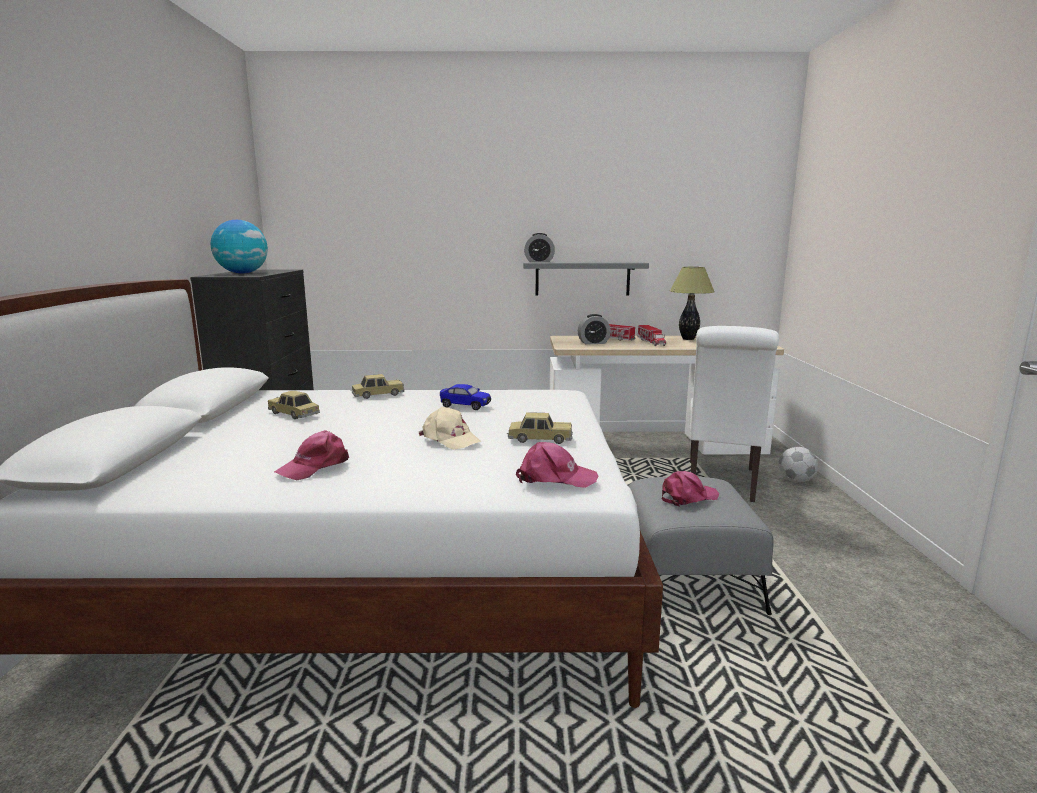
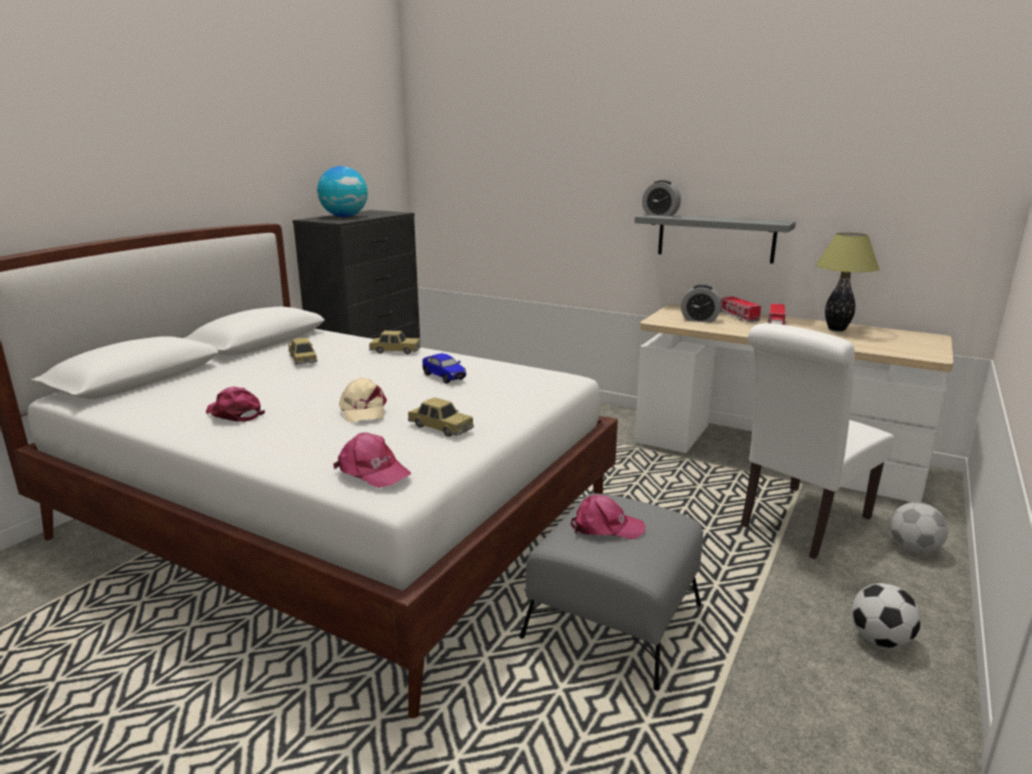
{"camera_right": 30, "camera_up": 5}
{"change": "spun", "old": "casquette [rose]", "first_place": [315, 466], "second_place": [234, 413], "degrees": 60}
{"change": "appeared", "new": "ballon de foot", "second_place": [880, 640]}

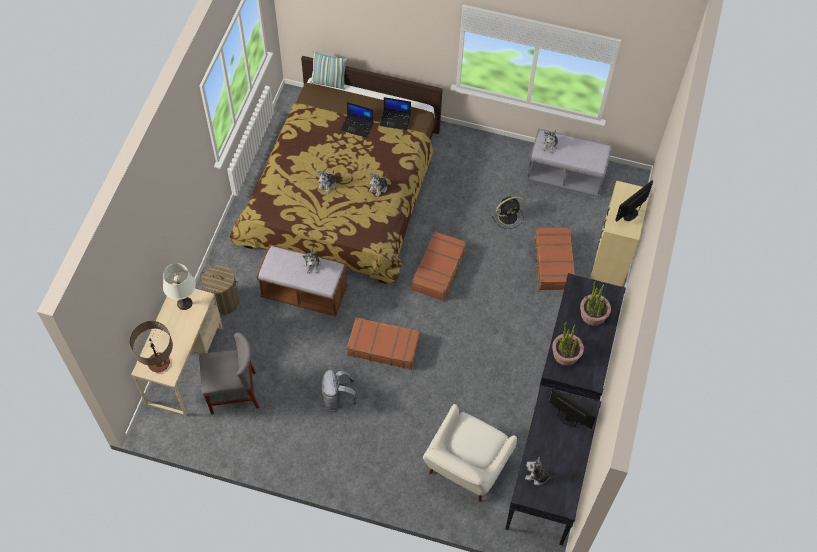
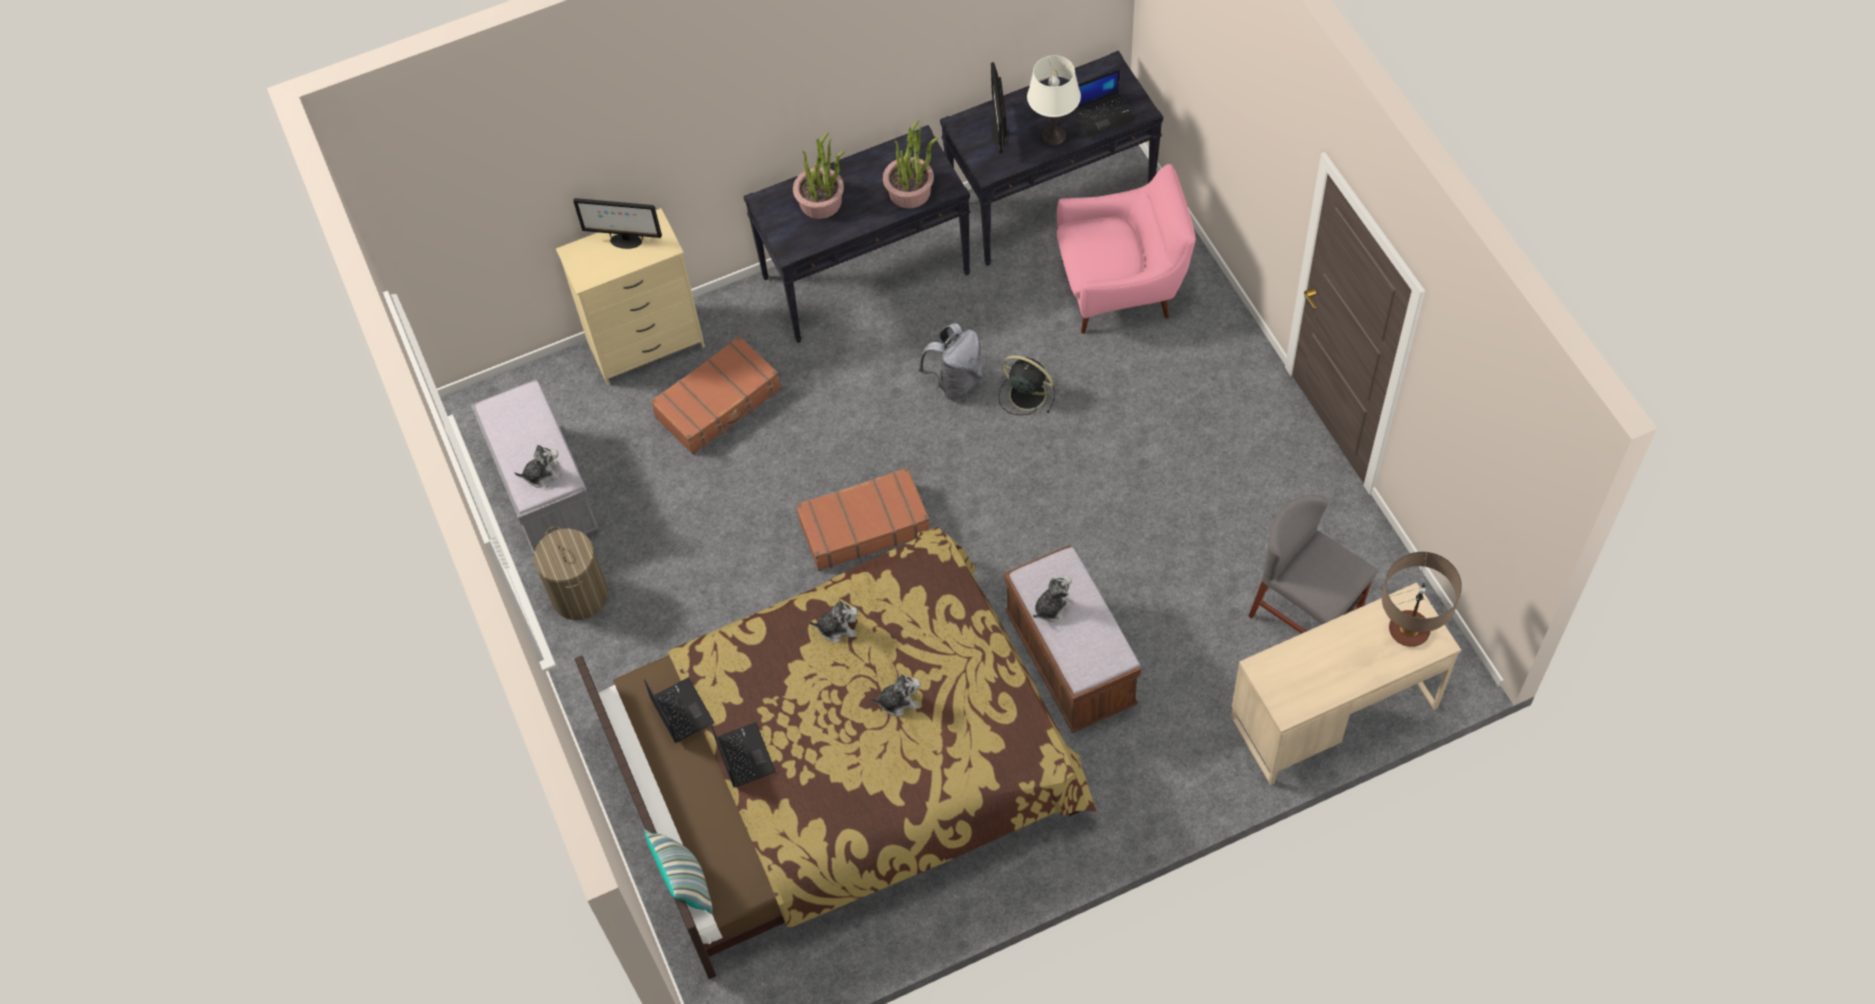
{"camera_right": -125, "camera_up": 0}
{"change": "relocated", "old": "lampe de table [blanc]", "first_place": [184, 303], "second_place": [1053, 135]}
{"change": "relocated", "old": "panier à linge", "first_place": [224, 301], "second_place": [579, 595]}
{"change": "relocated", "old": "sac à dos [gris]", "first_place": [338, 399], "second_place": [956, 382]}
{"change": "missing", "old": "valise [marron]", "first_place": [383, 346]}
{"change": "colour", "old": "fauteuil [blanc]", "new": "fauteuil [rose]", "first_place": [465, 468], "second_place": [1121, 287]}
{"change": "relocated", "old": "ventilateur [noir]", "first_place": [509, 216], "second_place": [1026, 394]}
{"change": "exchanged", "old": "peluche", "new": "ordinateur portable", "first_place": [537, 476], "second_place": [1104, 114]}

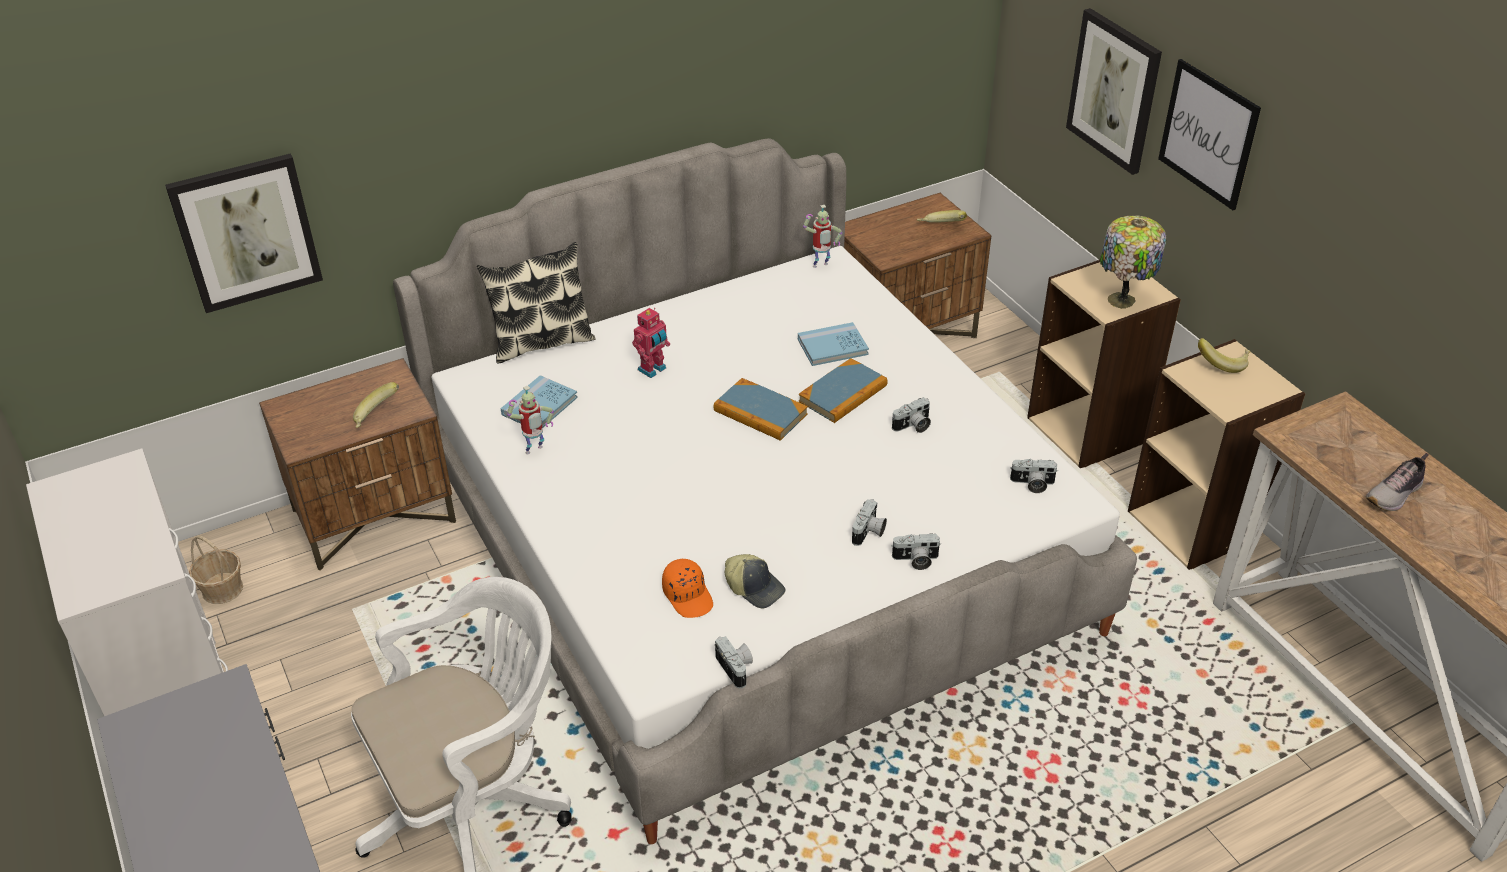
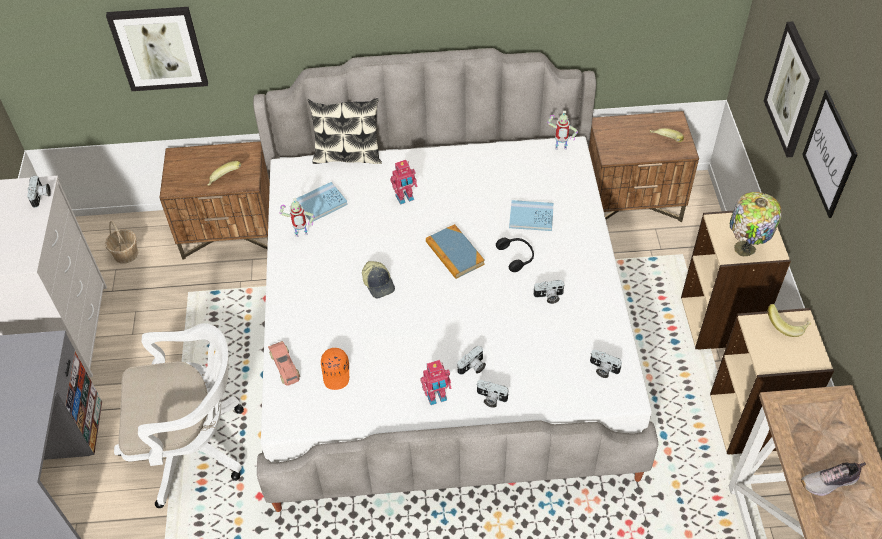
{"camera_right": 25, "camera_up": 10}
{"change": "relocated", "old": "appareil photo", "first_place": [737, 668], "second_place": [41, 196]}
{"change": "relocated", "old": "casquette", "first_place": [755, 587], "second_place": [379, 283]}
{"change": "exchanged", "old": "livre", "new": "casque audio [noir]", "first_place": [843, 394], "second_place": [517, 256]}
{"change": "appeared", "new": "petite voiture", "second_place": [285, 366]}
{"change": "appeared", "new": "robot jouet", "second_place": [436, 397]}

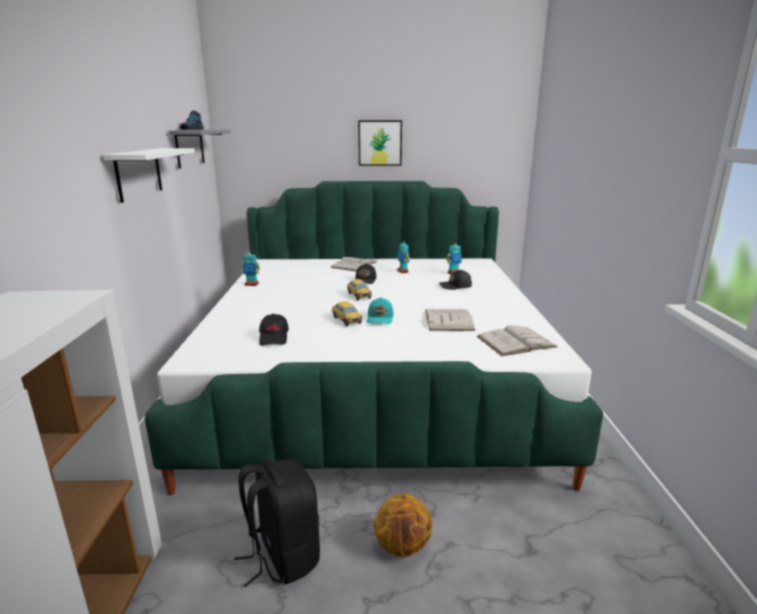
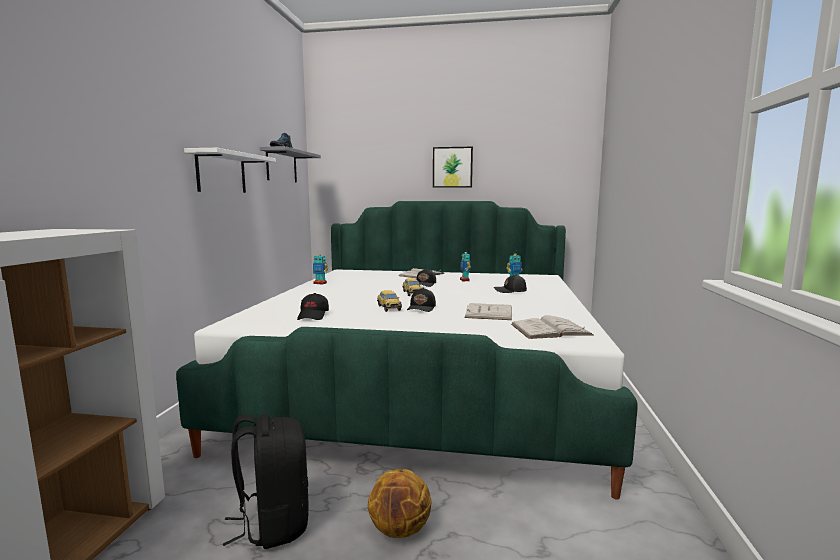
{"camera_right": 10, "camera_up": -10}
{"change": "colour", "old": "casquette [turquoise]", "new": "casquette [noir]", "first_place": [380, 318], "second_place": [422, 308]}

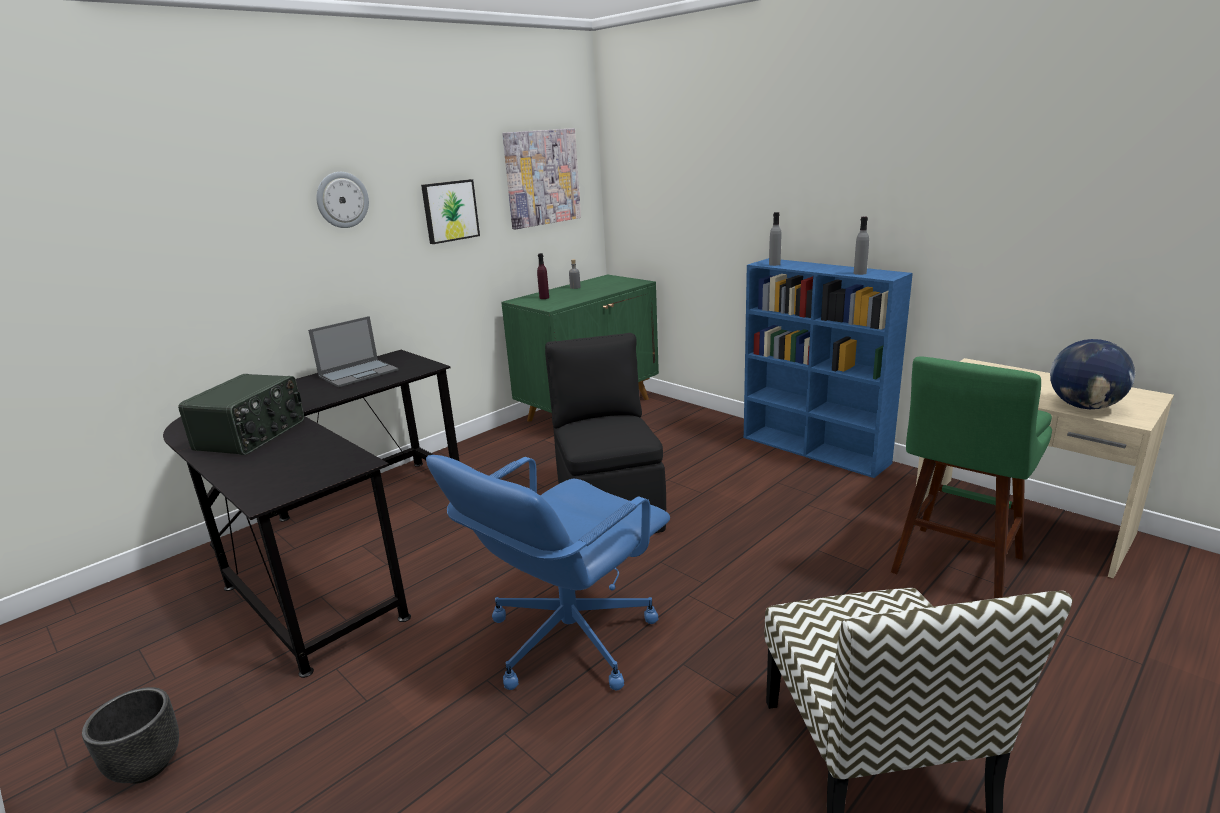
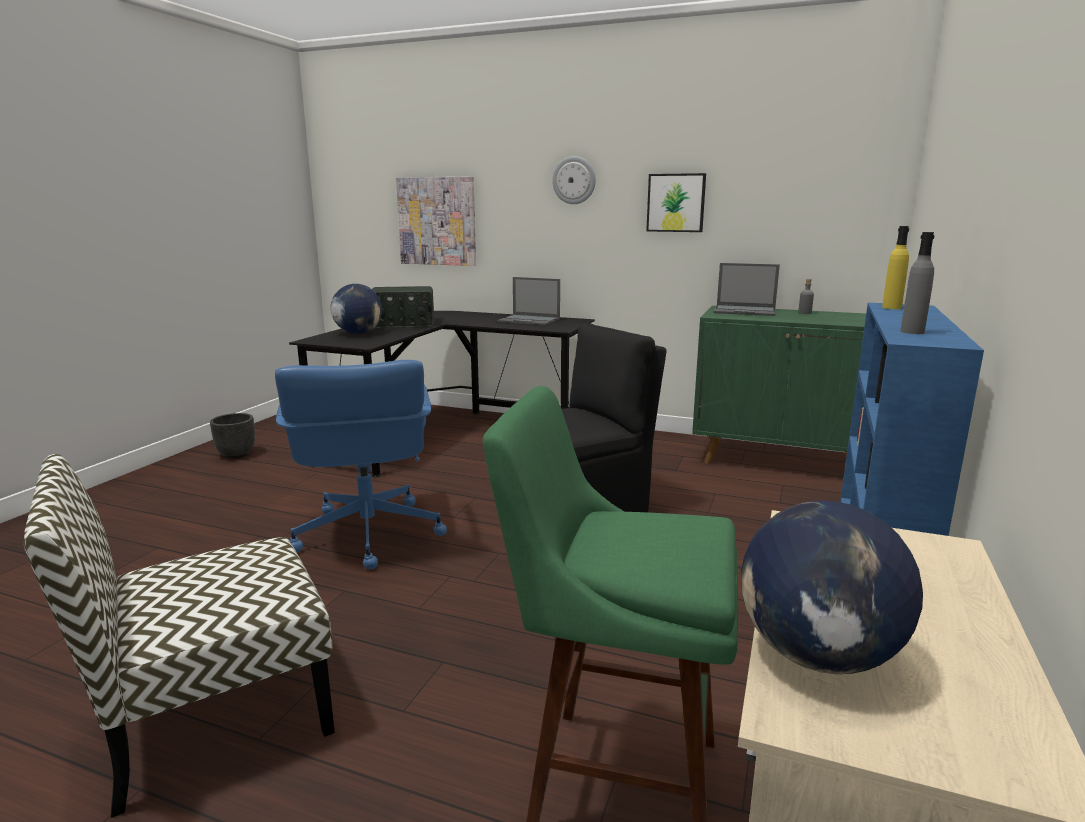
{"camera_right": 65, "camera_up": -5}
{"change": "spun", "old": "chaise de bureau [bleu]", "first_place": [568, 638], "second_place": [367, 535], "degrees": -120}
{"change": "relocated", "old": "tableau", "first_place": [542, 177], "second_place": [437, 221]}
{"change": "exchanged", "old": "bouteille [violet]", "new": "ordinateur portable", "first_place": [544, 298], "second_place": [745, 311]}
{"change": "colour", "old": "bouteille [gris]", "new": "bouteille [jaune]", "first_place": [774, 264], "second_place": [891, 307]}
{"change": "appeared", "new": "globe", "second_place": [358, 333]}

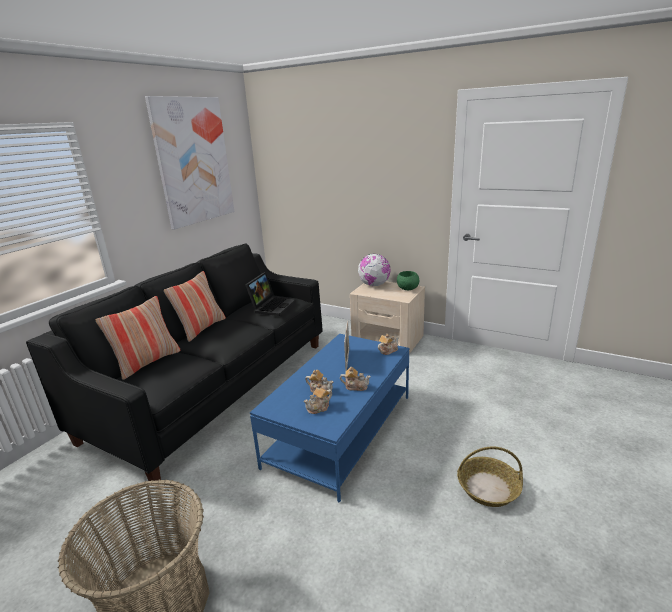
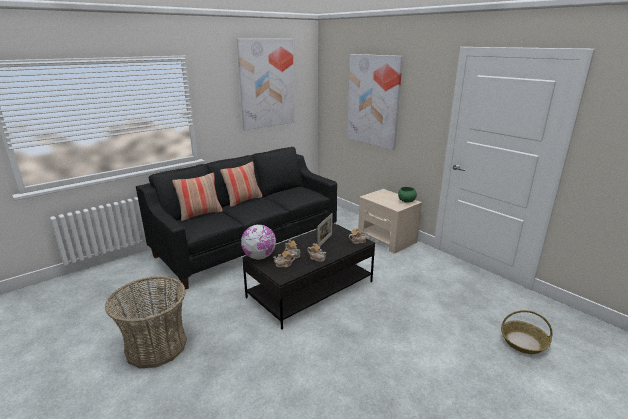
{"camera_right": 20, "camera_up": 0}
{"change": "missing", "old": "ordinateur portable", "first_place": [272, 306]}
{"change": "colour", "old": "table basse [bleu]", "new": "table basse [noir]", "first_place": [340, 430], "second_place": [311, 289]}
{"change": "relocated", "old": "globe", "first_place": [374, 285], "second_place": [259, 257]}
{"change": "relocated", "old": "panier", "first_place": [487, 488], "second_place": [522, 342]}
{"change": "appeared", "new": "tableau", "second_place": [373, 101]}

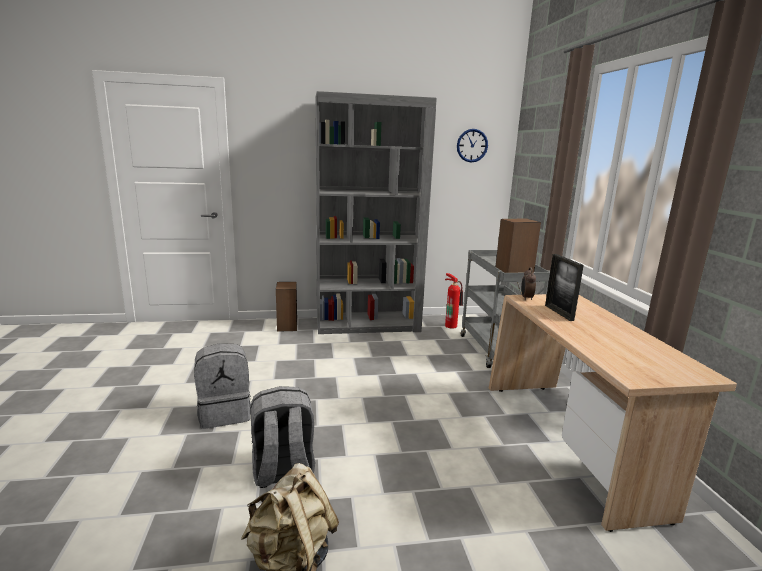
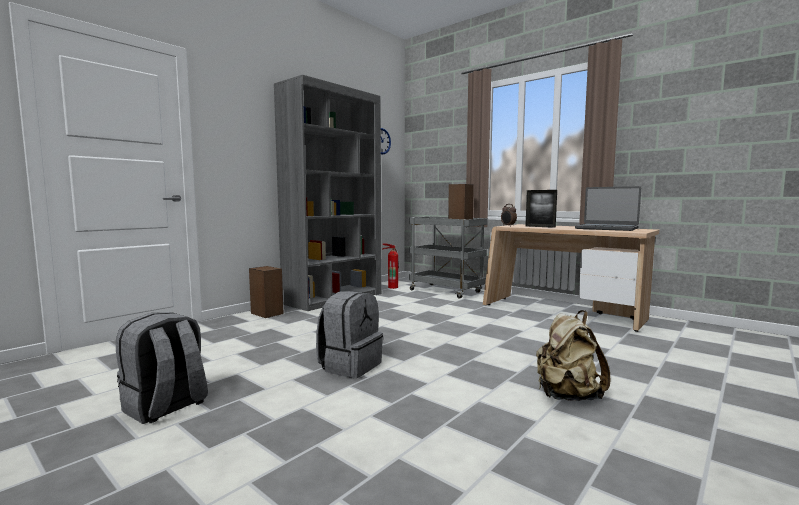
{"camera_right": -40, "camera_up": -10}
{"change": "relocated", "old": "sac à dos [gris]", "first_place": [283, 472], "second_place": [166, 407]}
{"change": "appeared", "new": "ordinateur portable", "second_place": [606, 228]}

